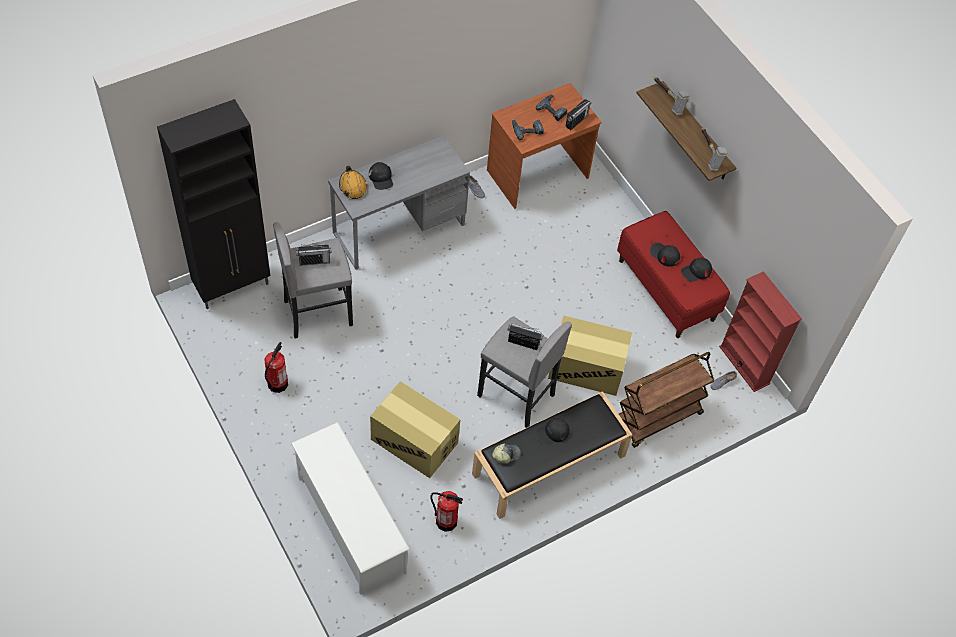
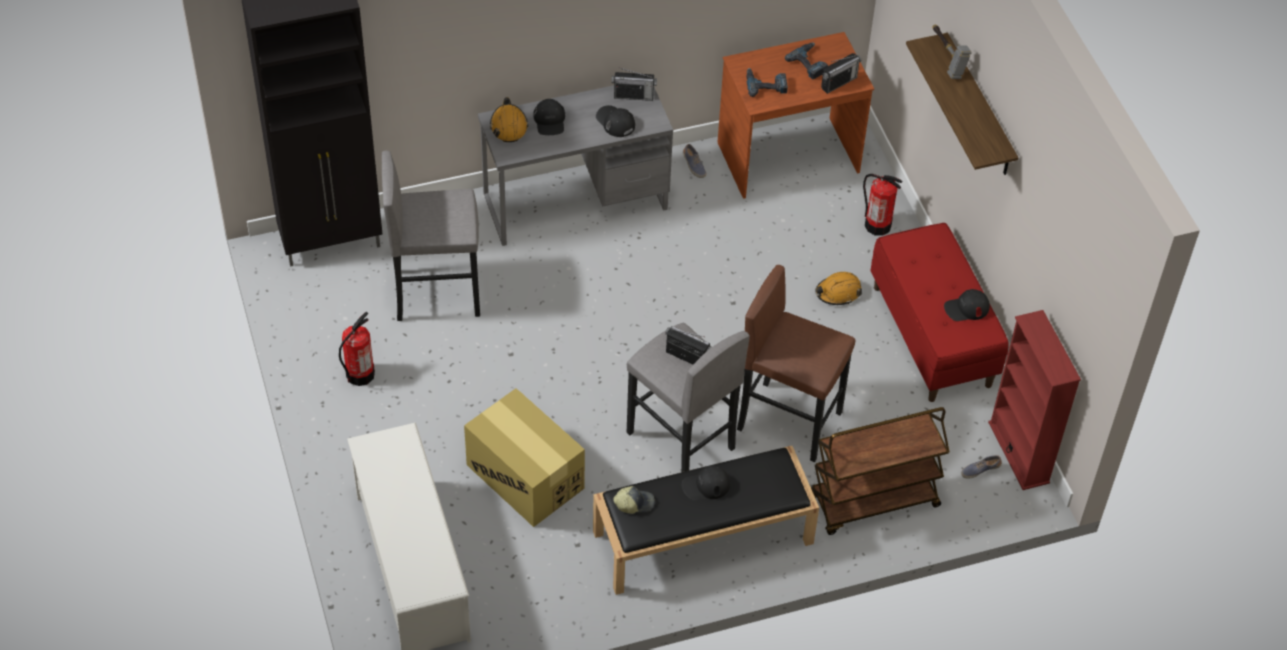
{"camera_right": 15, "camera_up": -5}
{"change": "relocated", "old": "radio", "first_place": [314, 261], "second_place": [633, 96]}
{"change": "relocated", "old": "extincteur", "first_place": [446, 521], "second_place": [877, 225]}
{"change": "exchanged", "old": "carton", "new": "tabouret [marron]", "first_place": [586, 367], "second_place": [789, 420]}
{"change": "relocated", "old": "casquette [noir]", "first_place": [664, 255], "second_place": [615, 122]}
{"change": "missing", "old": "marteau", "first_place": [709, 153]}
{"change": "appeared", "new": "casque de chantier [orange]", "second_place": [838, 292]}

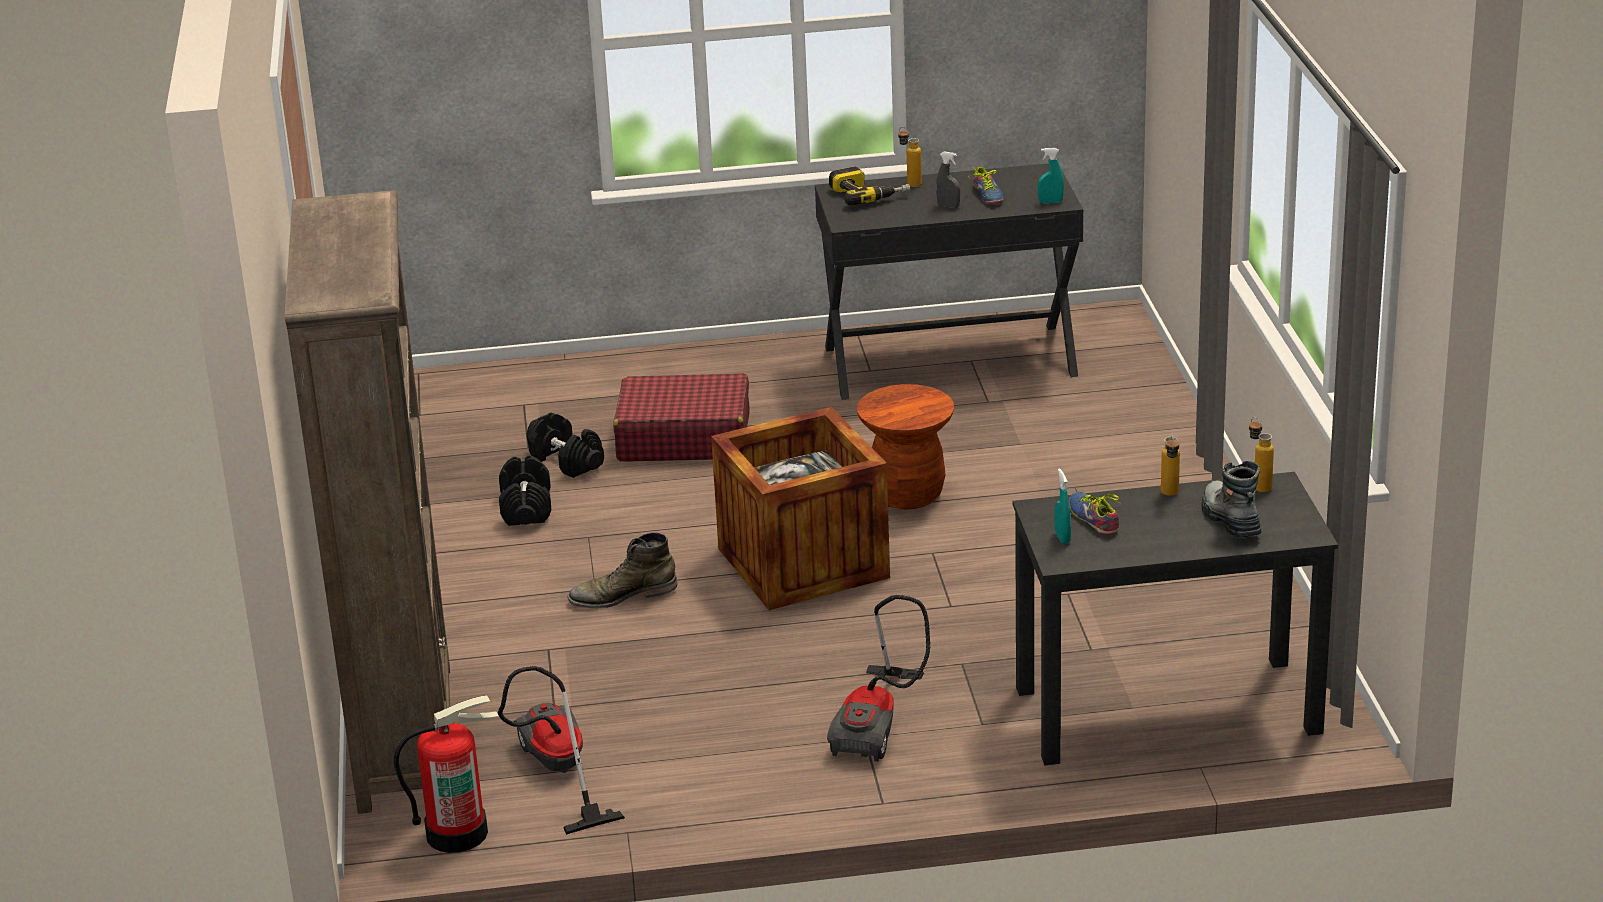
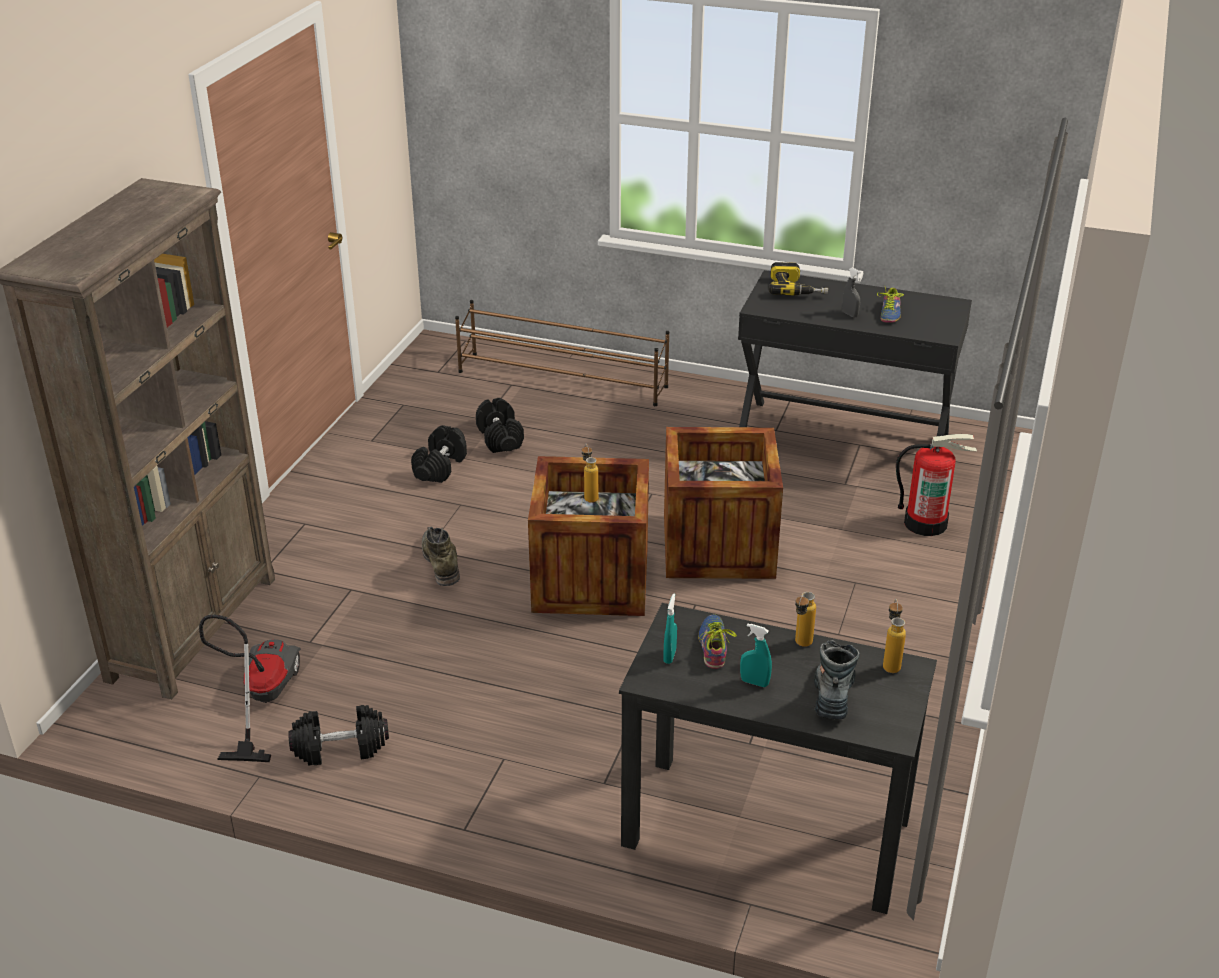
{"camera_right": 25, "camera_up": 5}
{"change": "relocated", "old": "extincteur", "first_place": [457, 833], "second_place": [926, 523]}
{"change": "spun", "old": "botte [vert]", "first_place": [623, 595], "second_place": [441, 562], "degrees": 60}
{"change": "missing", "old": "valise [rouge]", "first_place": [683, 437]}
{"change": "missing", "old": "aspirateur", "first_place": [878, 726]}
{"change": "exchanged", "old": "tabouret [marron]", "new": "caisse", "first_place": [907, 494], "second_place": [718, 545]}
{"change": "relocated", "old": "bouteille", "first_place": [910, 183], "second_place": [589, 496]}
{"change": "relocated", "old": "vaporisateur [turquoise]", "first_place": [1050, 202], "second_place": [754, 682]}
{"change": "appeared", "new": "haltère [noir]", "second_place": [341, 748]}
{"change": "appeared", "new": "étagère à chaussures [marron]", "second_place": [563, 380]}

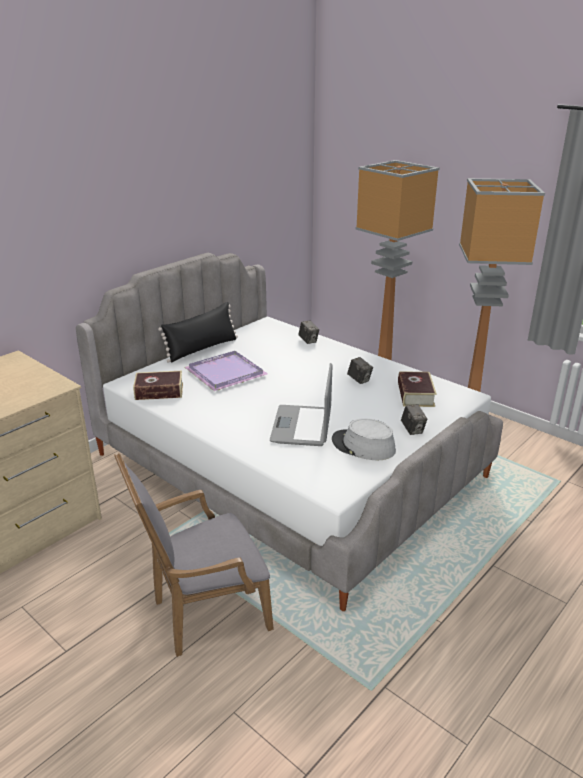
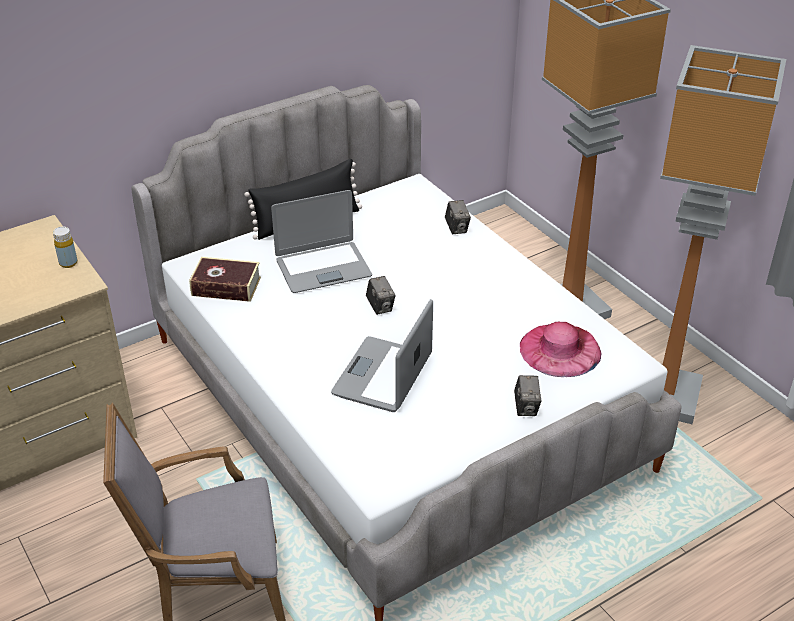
{"camera_right": 15, "camera_up": 10}
{"change": "exchanged", "old": "plateau [violet]", "new": "ordinateur portable", "first_place": [226, 372], "second_place": [323, 268]}
{"change": "missing", "old": "chapeau [gris]", "first_place": [363, 446]}
{"change": "relocated", "old": "appareil photo", "first_place": [359, 380], "second_place": [380, 307]}
{"change": "exchanged", "old": "livre", "new": "chapeau [rose]", "first_place": [415, 395], "second_place": [560, 349]}
{"change": "appeared", "new": "bouteille [jaune]", "second_place": [68, 263]}

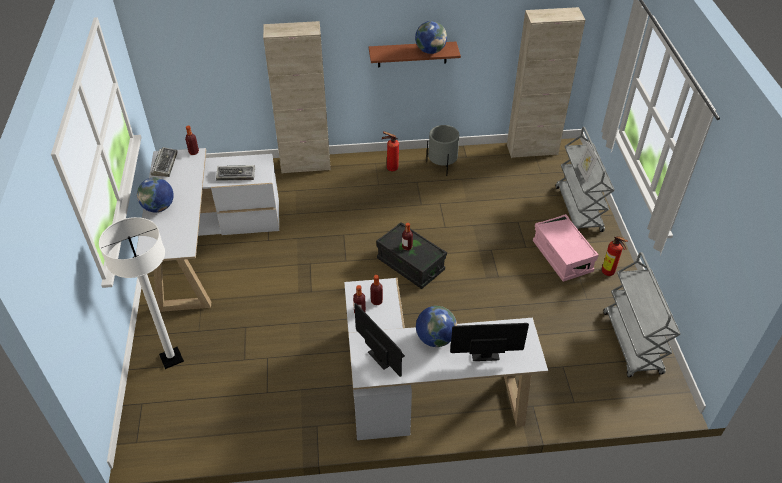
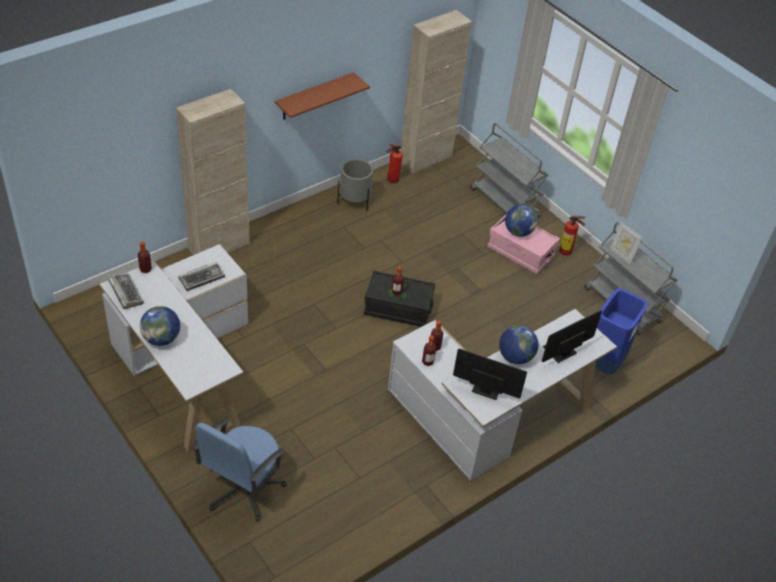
{"camera_right": -35, "camera_up": 0}
{"change": "exchanged", "old": "lampadaire [blanc]", "new": "chaise de bureau [bleu]", "first_place": [171, 358], "second_place": [242, 488]}
{"change": "relocated", "old": "extincteur", "first_place": [390, 168], "second_place": [391, 180]}
{"change": "relocated", "old": "globe", "first_place": [430, 51], "second_place": [518, 232]}
{"change": "relocated", "old": "cadre photo", "first_place": [584, 174], "second_place": [621, 255]}
{"change": "appeared", "new": "poubelle [bleu]", "second_place": [604, 362]}

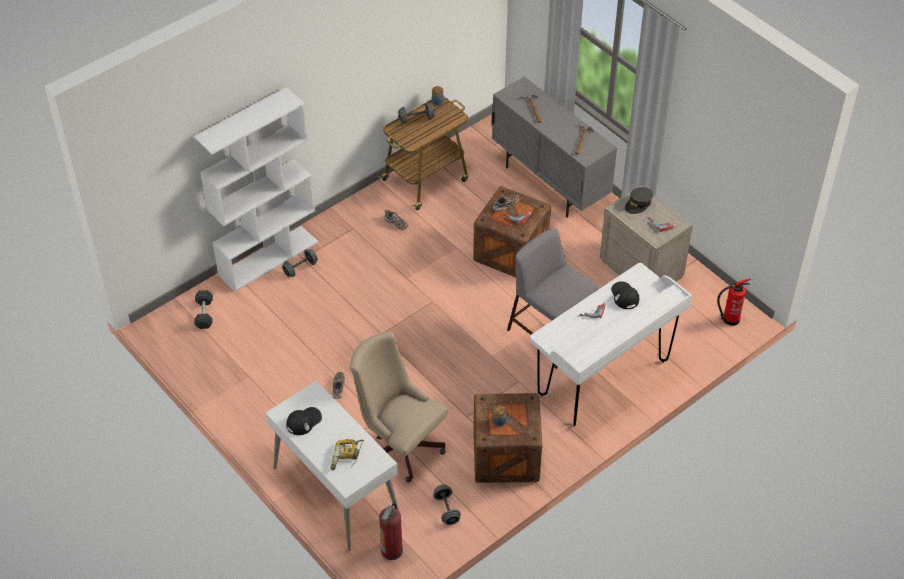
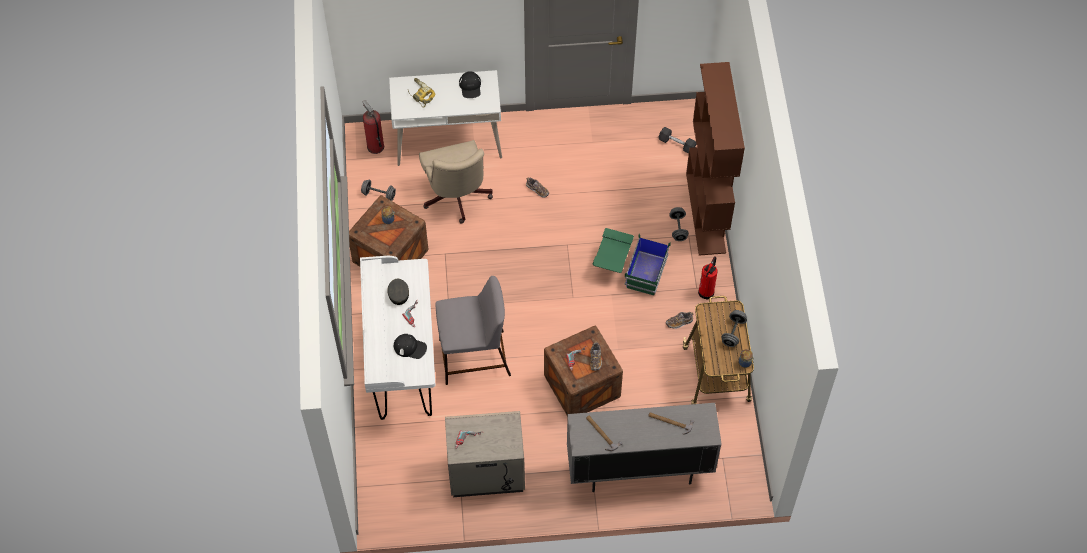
{"camera_right": 125, "camera_up": 10}
{"change": "colour", "old": "bibliothèque [blanc]", "new": "bibliothèque [marron]", "first_place": [268, 258], "second_place": [706, 213]}
{"change": "spun", "old": "chaise de bureau [beige]", "first_place": [399, 444], "second_place": [456, 198], "degrees": 90}
{"change": "relocated", "old": "casquette [gris]", "first_place": [638, 204], "second_place": [398, 293]}
{"change": "relocated", "old": "extincteur", "first_place": [729, 319], "second_place": [707, 291]}
{"change": "appeared", "new": "boîte de rangement [vert]", "second_place": [629, 269]}

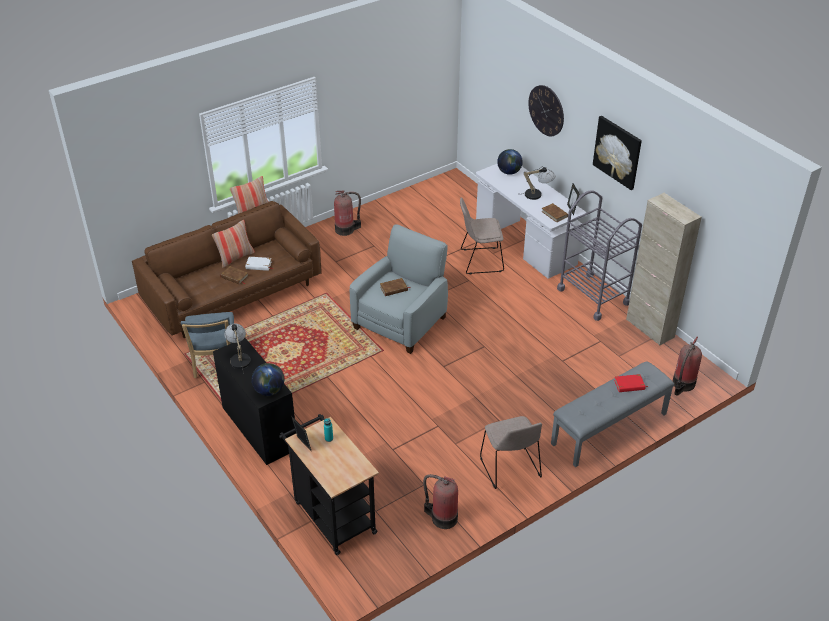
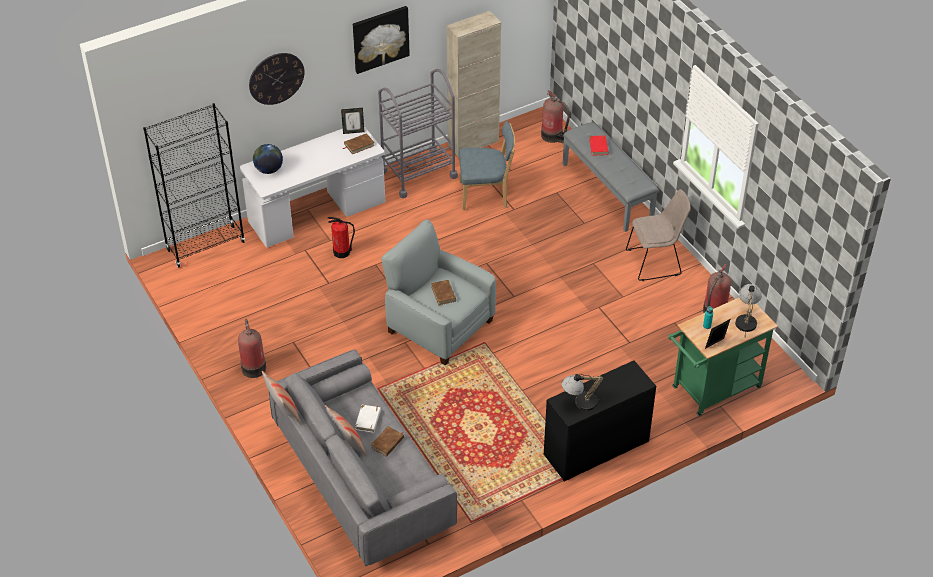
{"camera_right": -85, "camera_up": 5}
{"change": "colour", "old": "canapé [marron]", "new": "canapé [gris]", "first_place": [232, 293], "second_place": [363, 479]}
{"change": "relocated", "old": "chaise [bleu]", "first_place": [214, 363], "second_place": [486, 195]}
{"change": "missing", "old": "globe", "first_place": [269, 390]}
{"change": "colour", "old": "chariot [noir]", "new": "chariot [vert]", "first_place": [332, 514], "second_place": [712, 390]}
{"change": "exchanged", "old": "chaise [beige]", "new": "extincteur", "first_place": [479, 261], "second_place": [342, 252]}
{"change": "relocated", "old": "lampe de table", "first_place": [537, 195], "second_place": [746, 319]}
{"change": "appeared", "new": "bibliothèque [noir]", "second_place": [206, 246]}

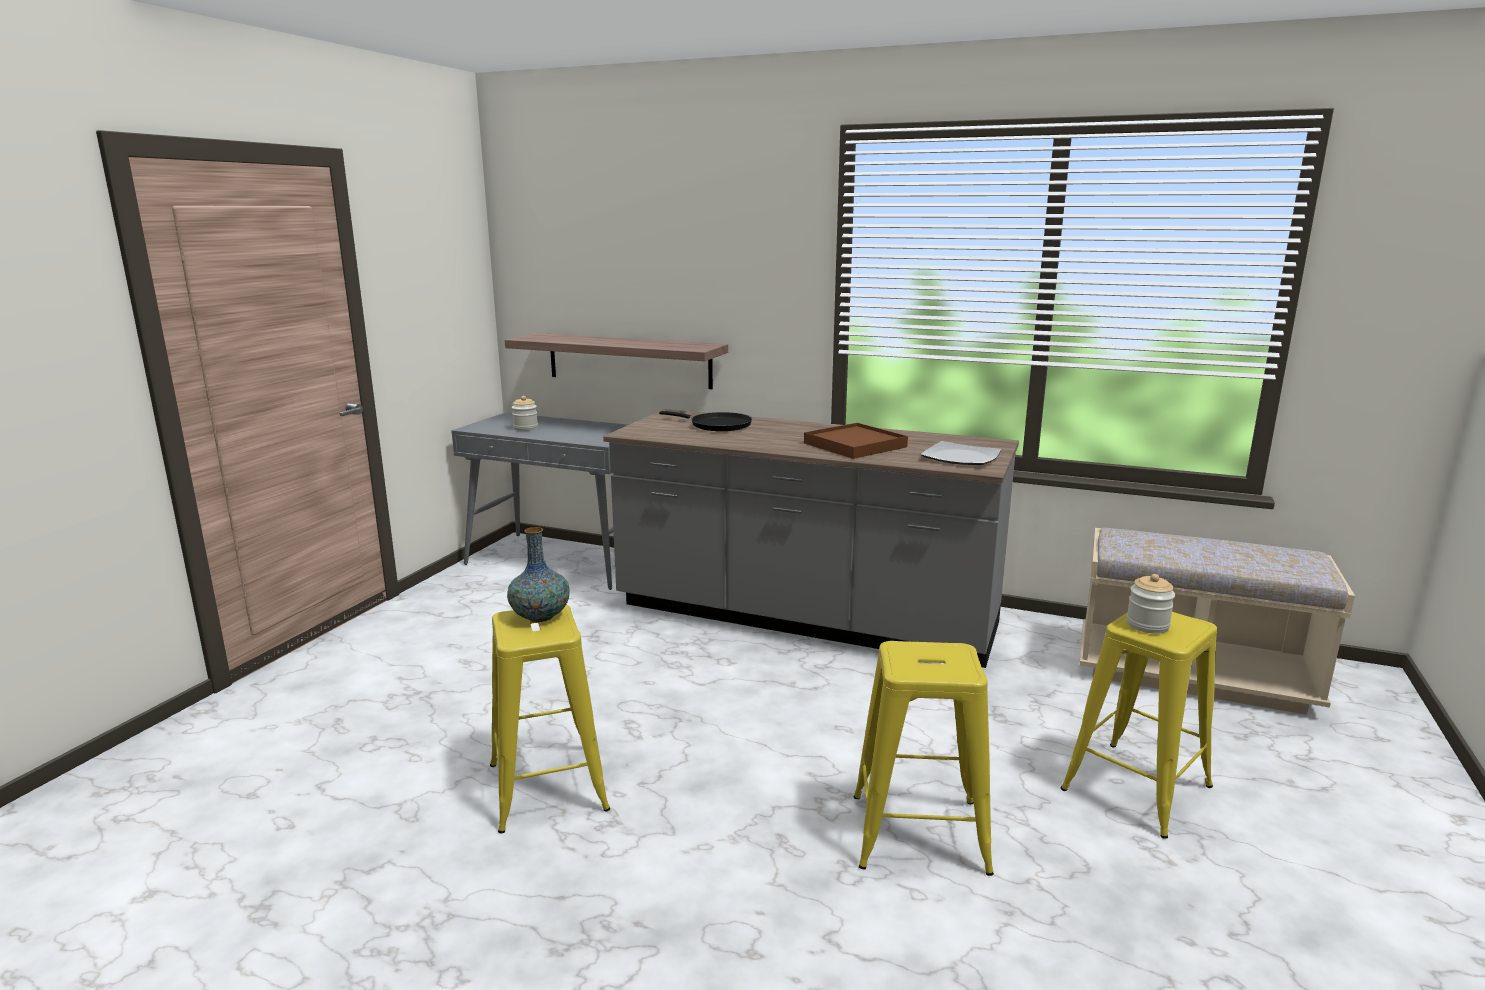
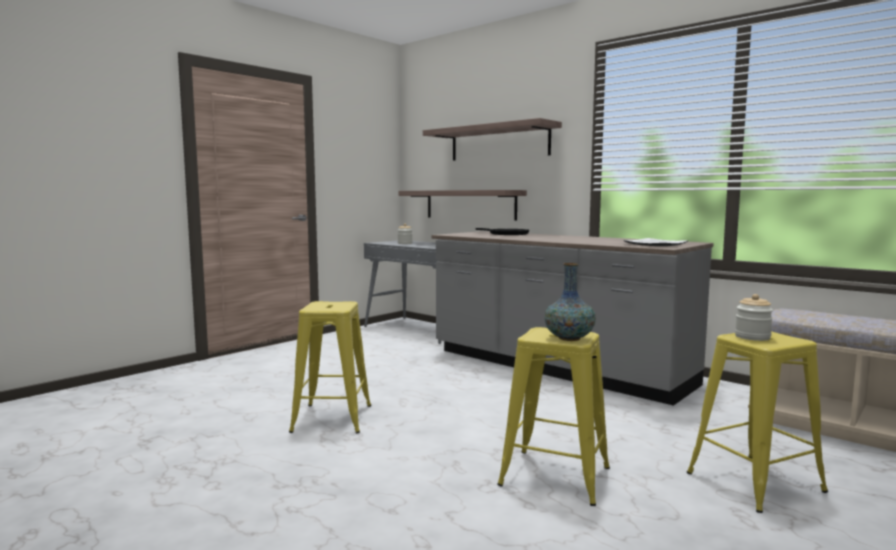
{"camera_right": 20, "camera_up": -10}
{"change": "relocated", "old": "vase", "first_place": [540, 616], "second_place": [569, 338]}
{"change": "missing", "old": "plateau [marron]", "first_place": [854, 445]}
{"change": "appeared", "new": "étagère", "second_place": [499, 143]}

